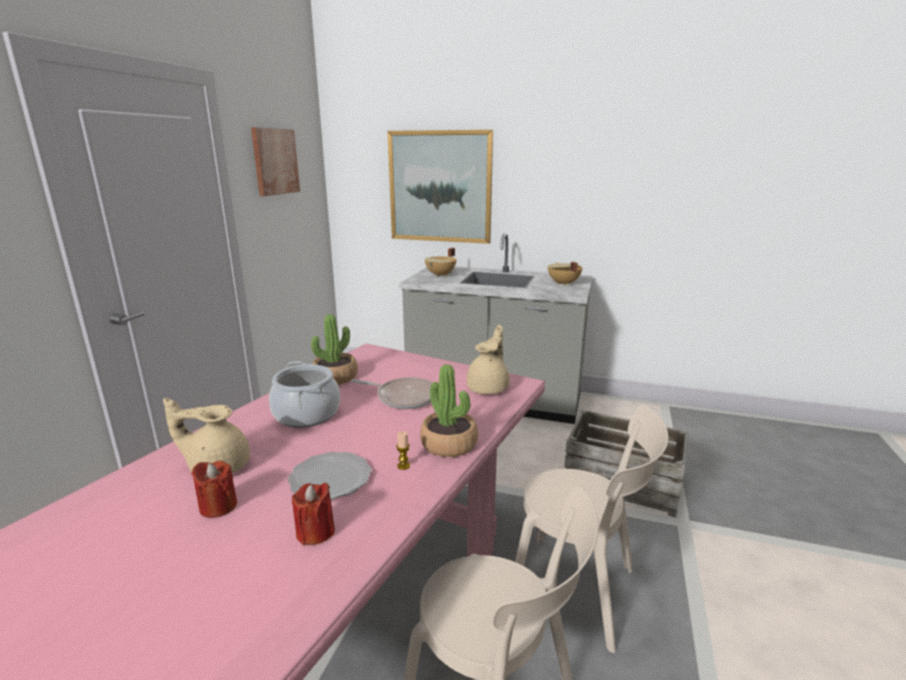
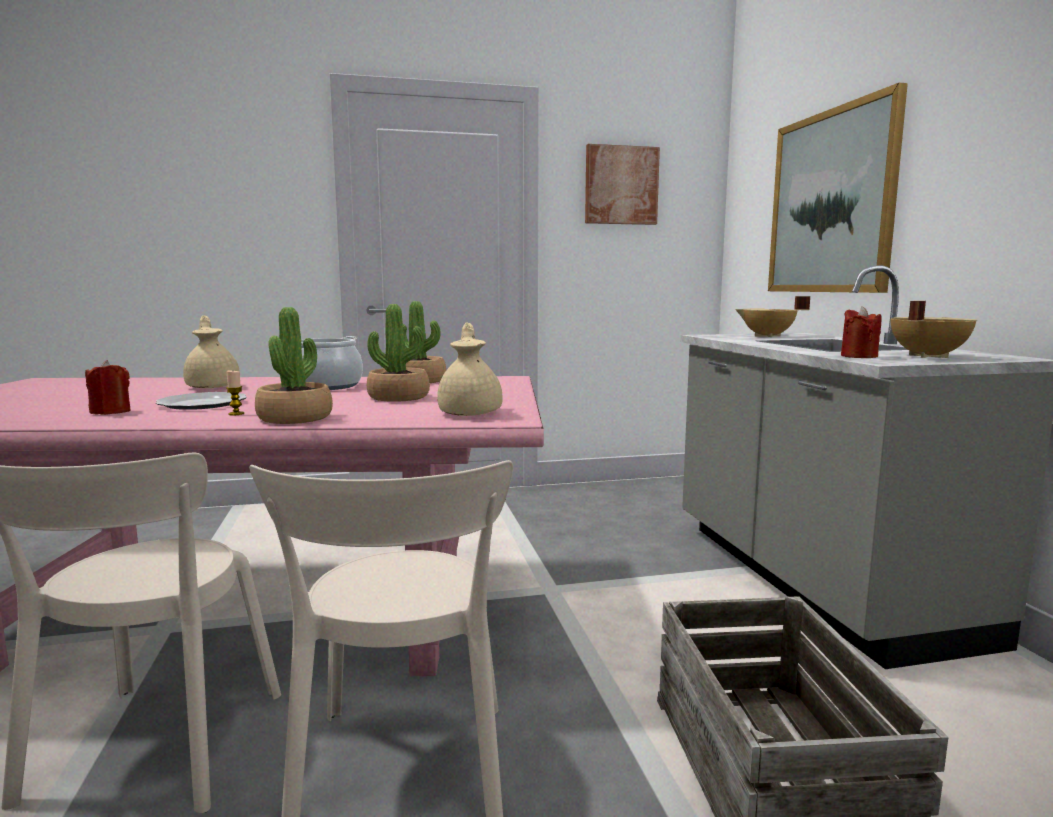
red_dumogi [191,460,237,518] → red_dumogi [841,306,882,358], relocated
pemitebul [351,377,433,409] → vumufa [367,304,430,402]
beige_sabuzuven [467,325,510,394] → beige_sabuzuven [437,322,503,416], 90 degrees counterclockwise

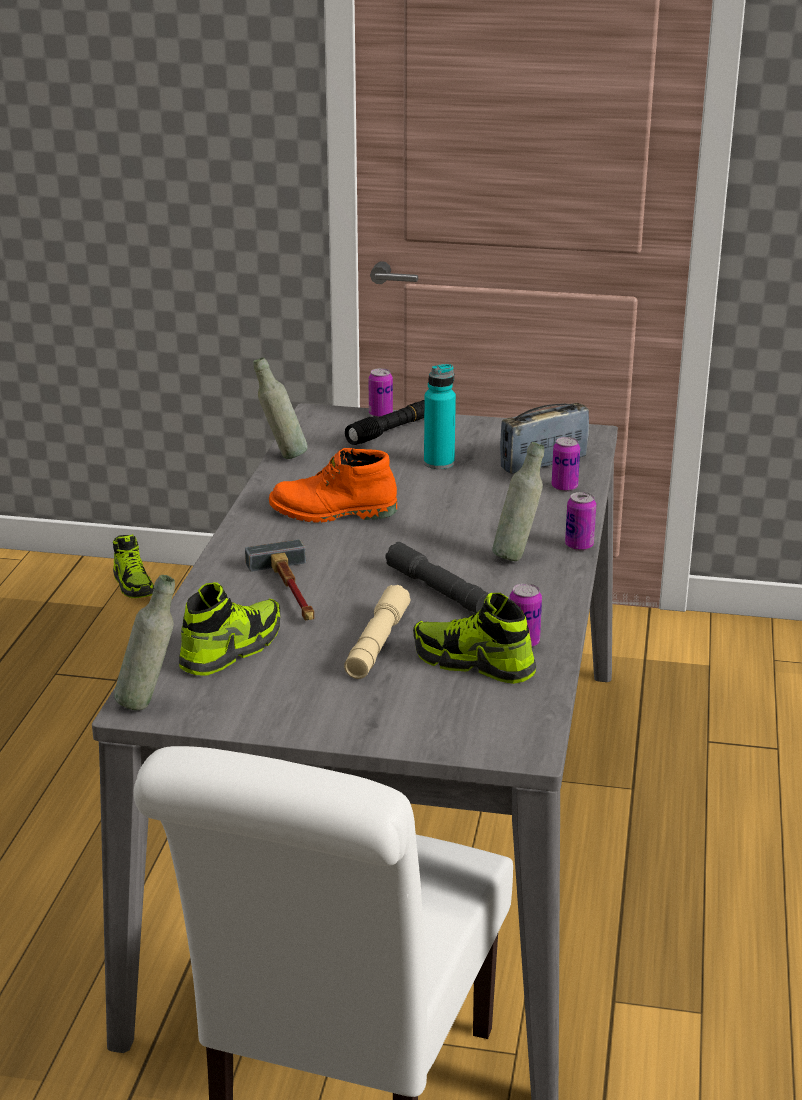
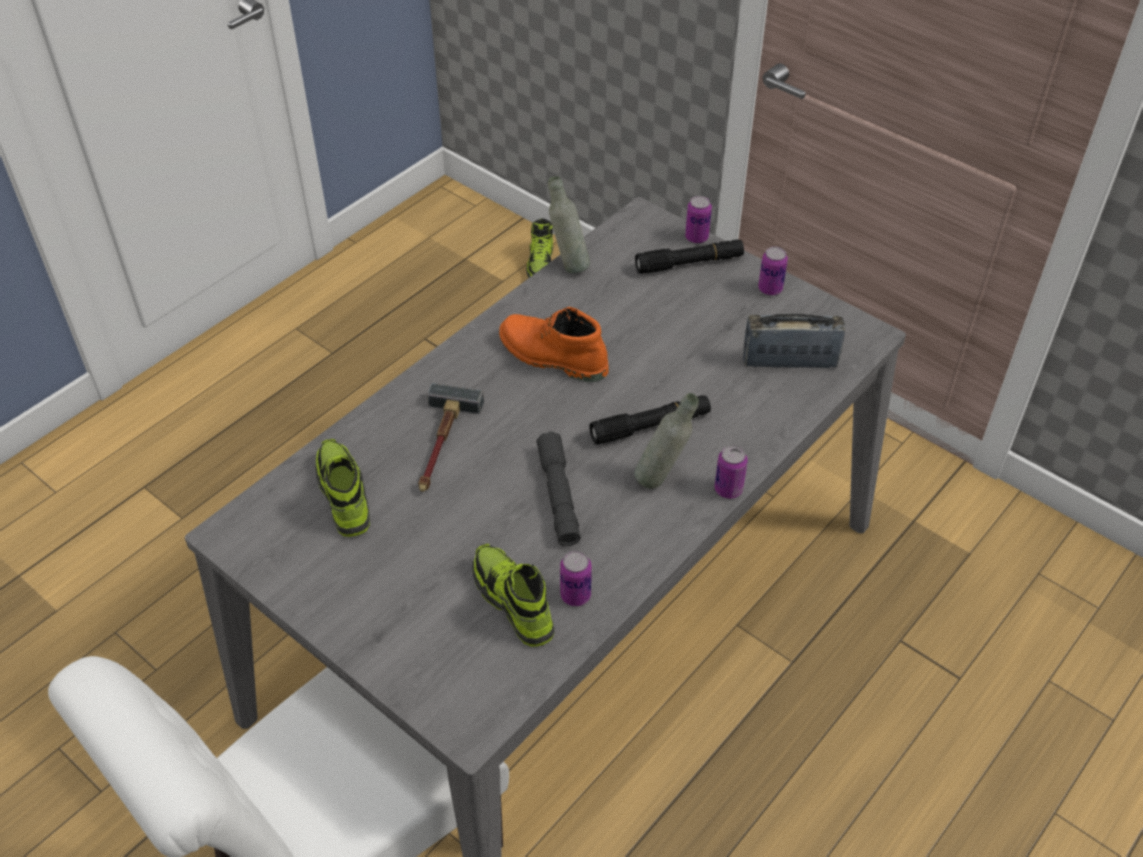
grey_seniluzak [114,575,175,710] → -
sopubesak [179,582,281,676] → sopubesak [316,439,370,537], 90 degrees counterclockwise
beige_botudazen [344,585,411,679] → -
turquoise_seniluzak [424,364,456,469] → -
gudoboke [552,437,580,492] → gudoboke [758,246,788,295], relocated
- → black_botudazen [589,395,711,445]

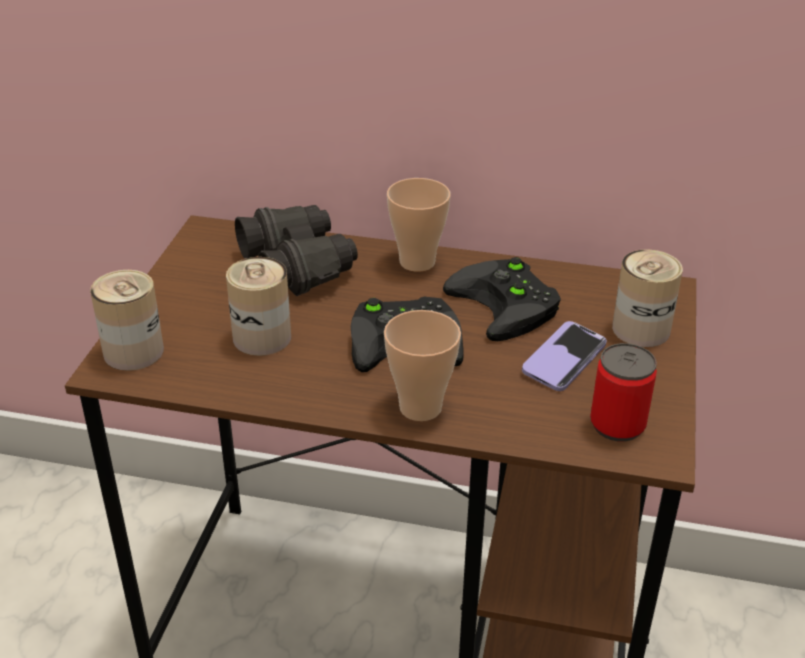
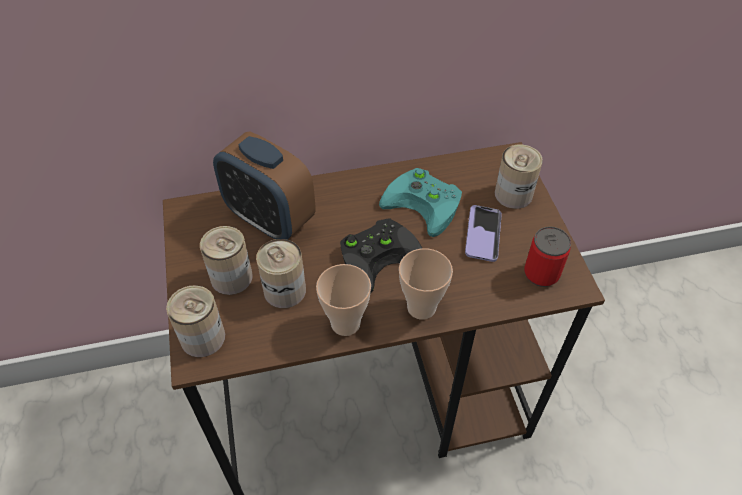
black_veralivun [235,205,358,296] → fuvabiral [213,132,316,240]
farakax [387,178,451,272] → farakax [316,264,371,336], relocated
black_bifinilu [443,257,561,341] → turquoise_bifinilu [379,168,462,237]
- → gudoboke [200,226,253,295]

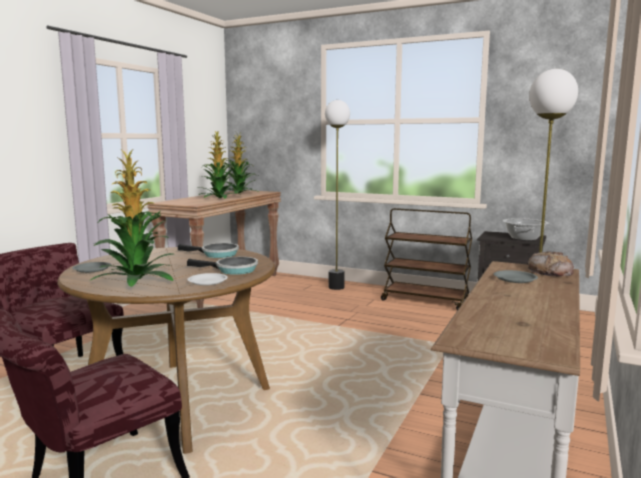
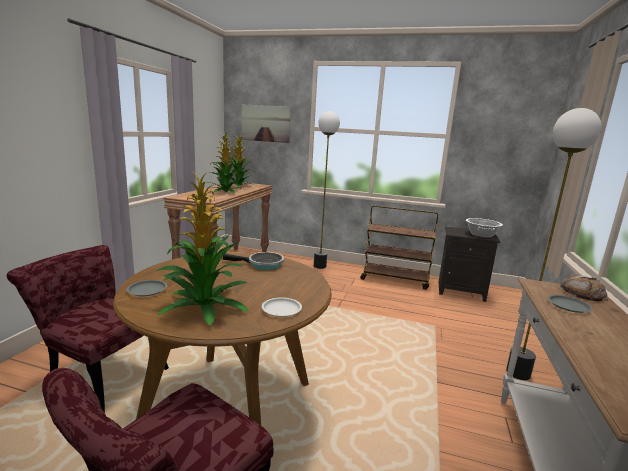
pemitebul [187,257,258,275] → -
- → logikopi [242,105,291,143]

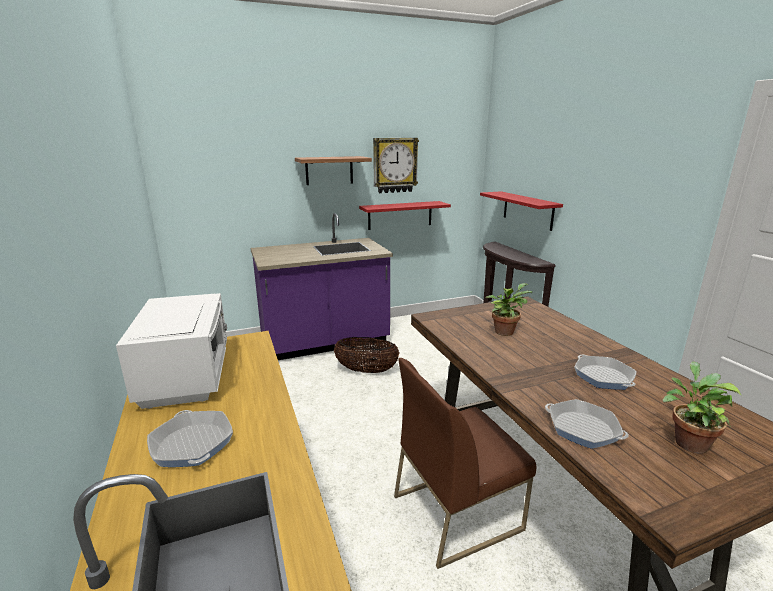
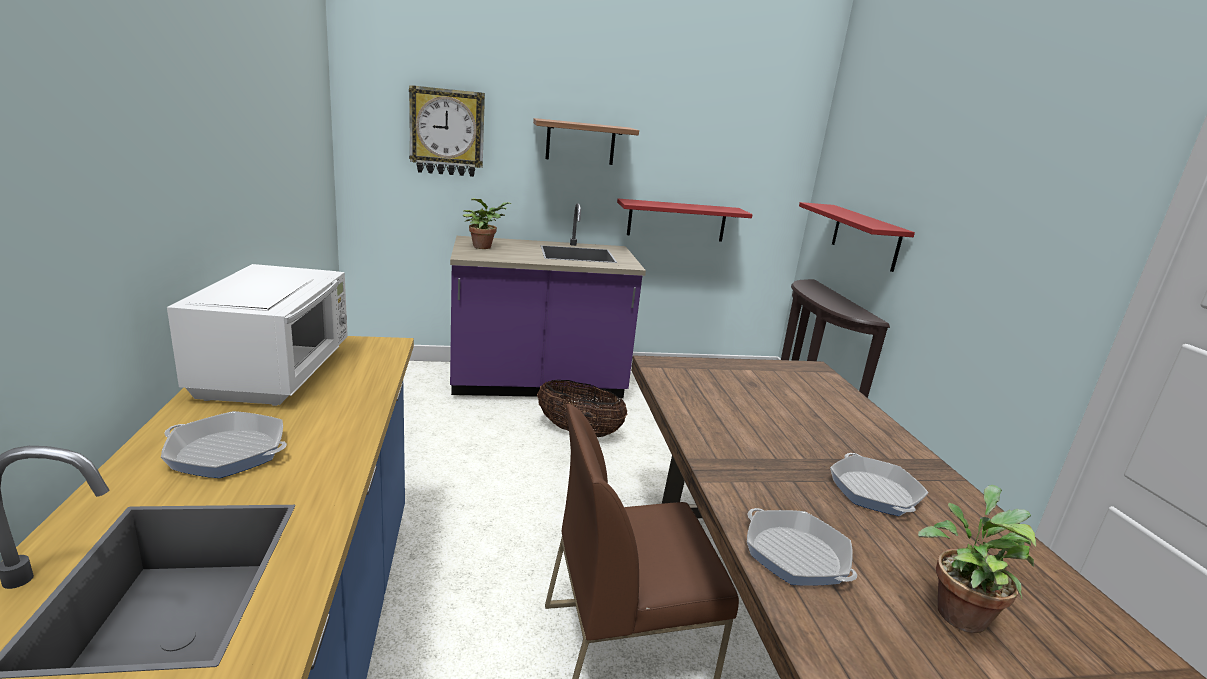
pemitebul [147,410,233,467] → pemitebul [161,411,287,478], 60 degrees counterclockwise
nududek [373,138,419,193] → nududek [409,85,485,177], relocated
vumufa [486,283,532,336] → vumufa [463,198,511,249], relocated

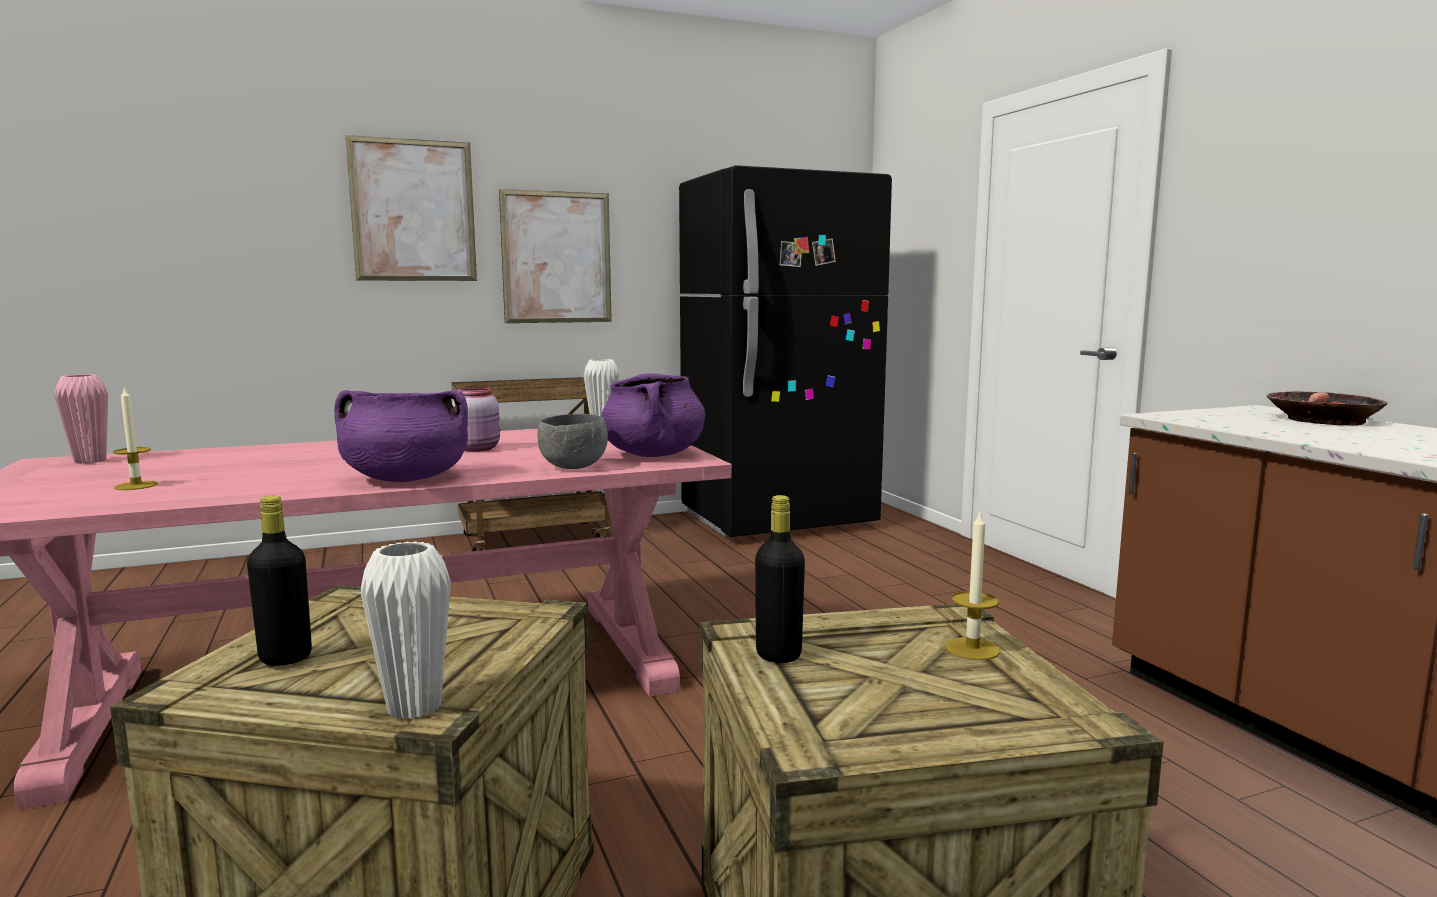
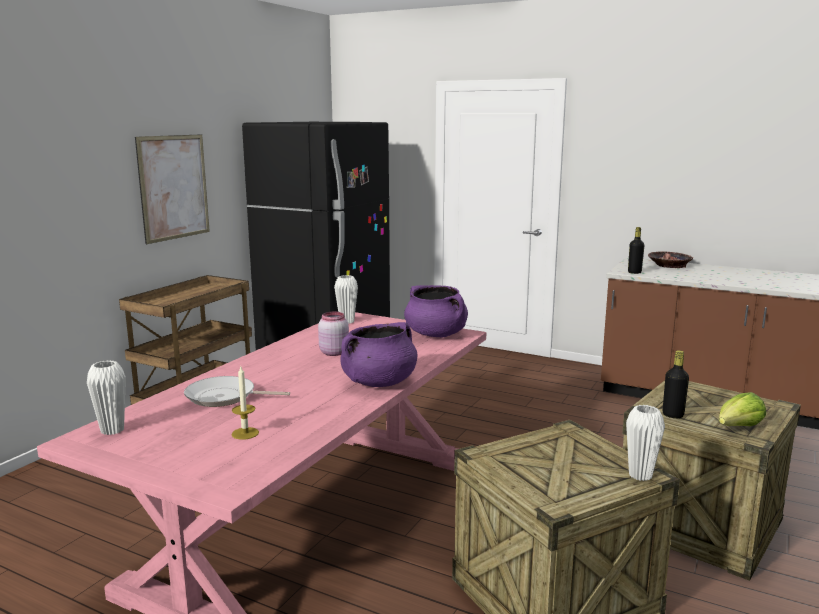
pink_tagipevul [55,374,108,464] → white_tagipevul [87,360,126,435]
black_seniluzak [247,496,312,666] → black_seniluzak [628,227,645,274], relocated
logikopi [346,135,477,281] → -
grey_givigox [537,414,608,469] → -
dumogi [945,512,1000,660] → -
- → pemitebul [184,376,290,407]
- → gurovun [719,392,766,426]

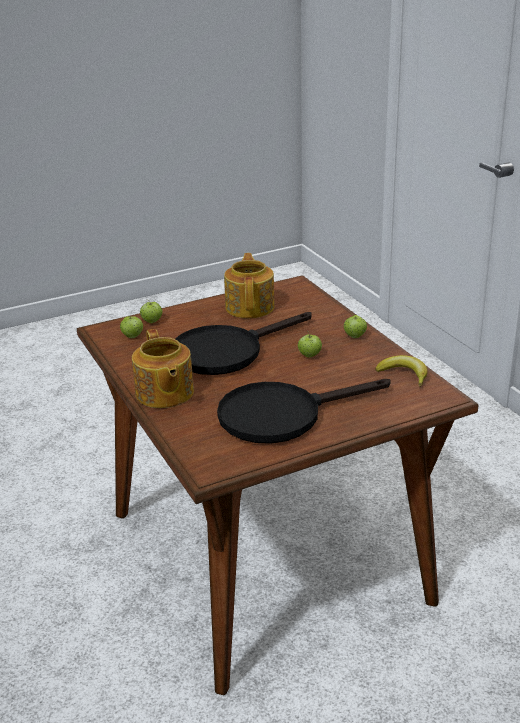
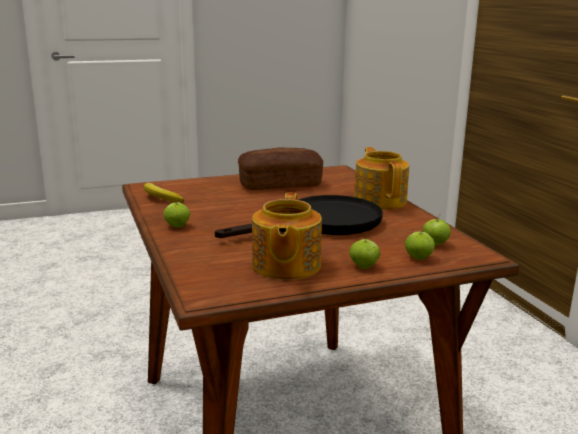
black_pemitebul [217,379,391,444] → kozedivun [238,148,323,190]
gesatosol [298,332,322,358] → gesatosol [349,238,380,269], relocated

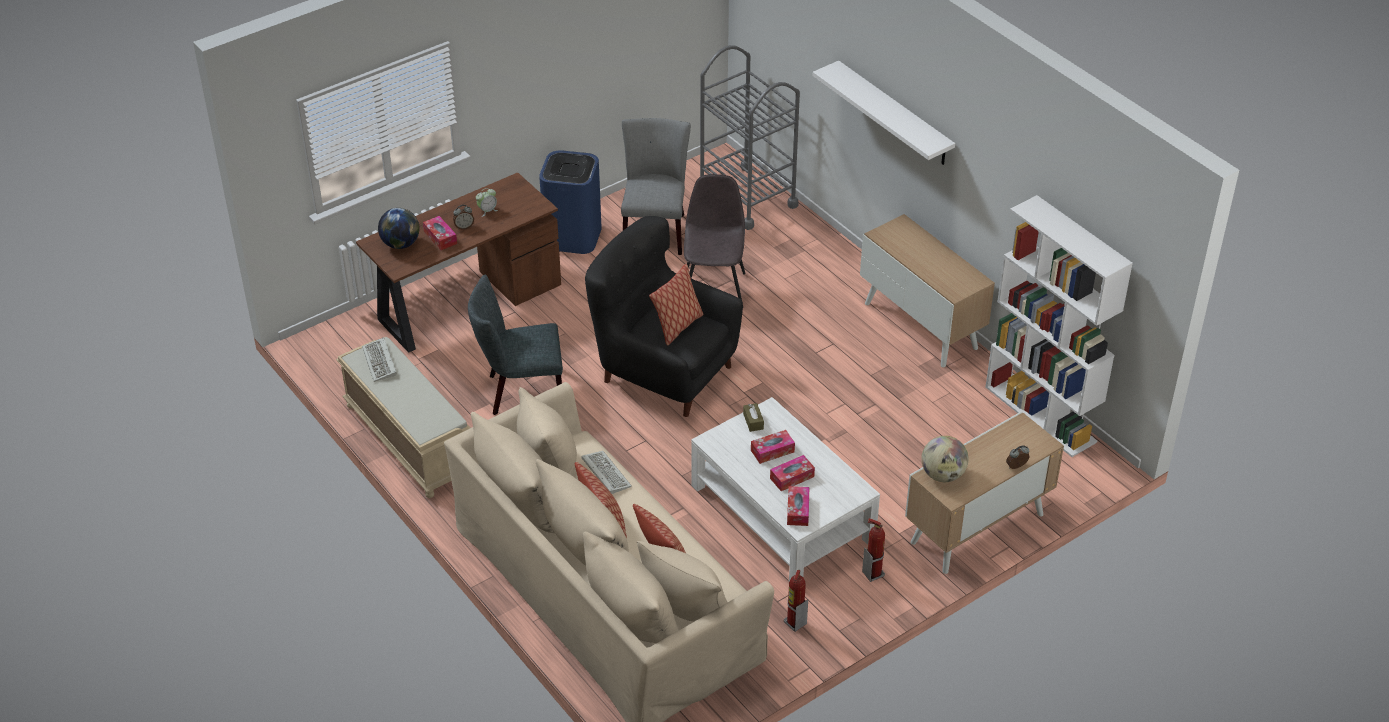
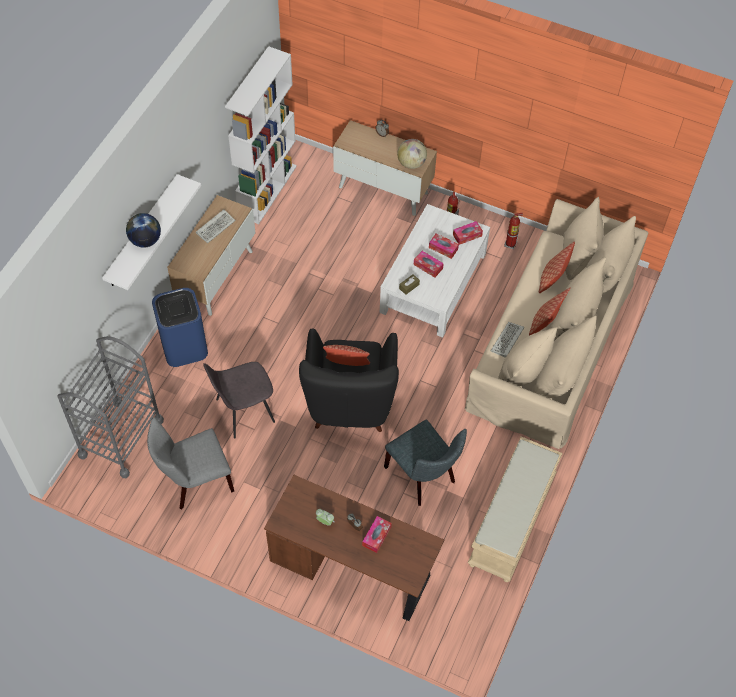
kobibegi [362,337,397,382] → kobibegi [196,209,236,243], relocated
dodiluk [378,208,420,249] → dodiluk [126,213,161,248], relocated
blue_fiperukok [539,150,602,254] → blue_fiperukok [152,288,208,367], relocated

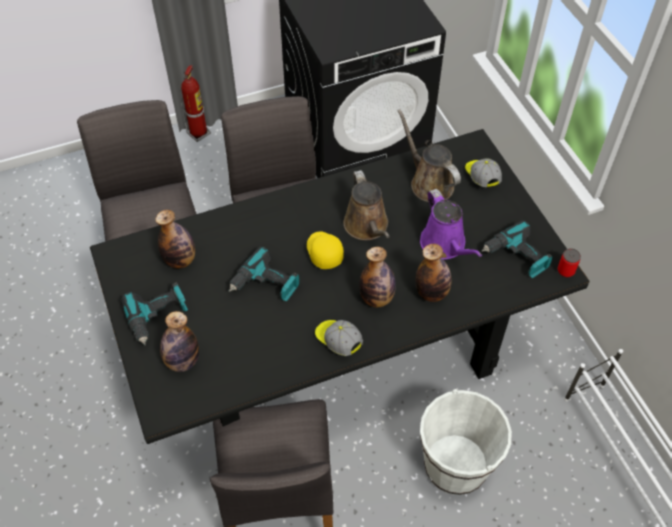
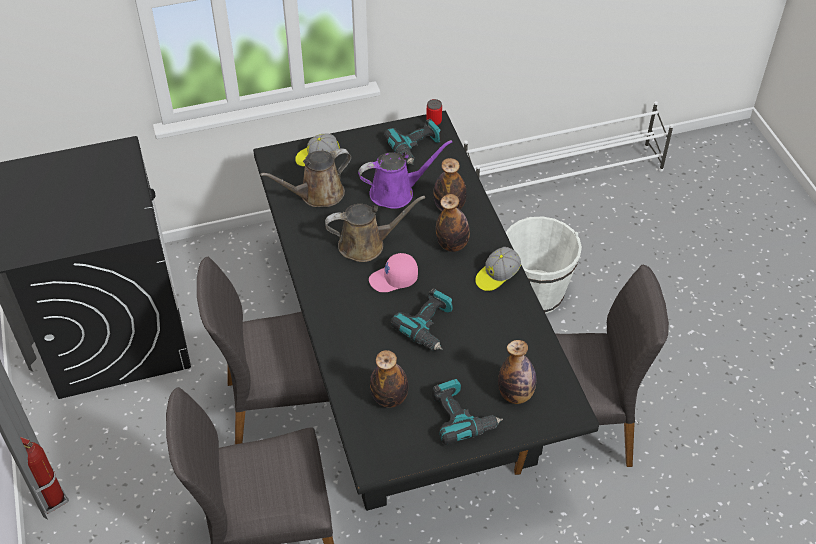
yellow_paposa [307,231,344,269] → pink_paposa [369,253,418,292]

